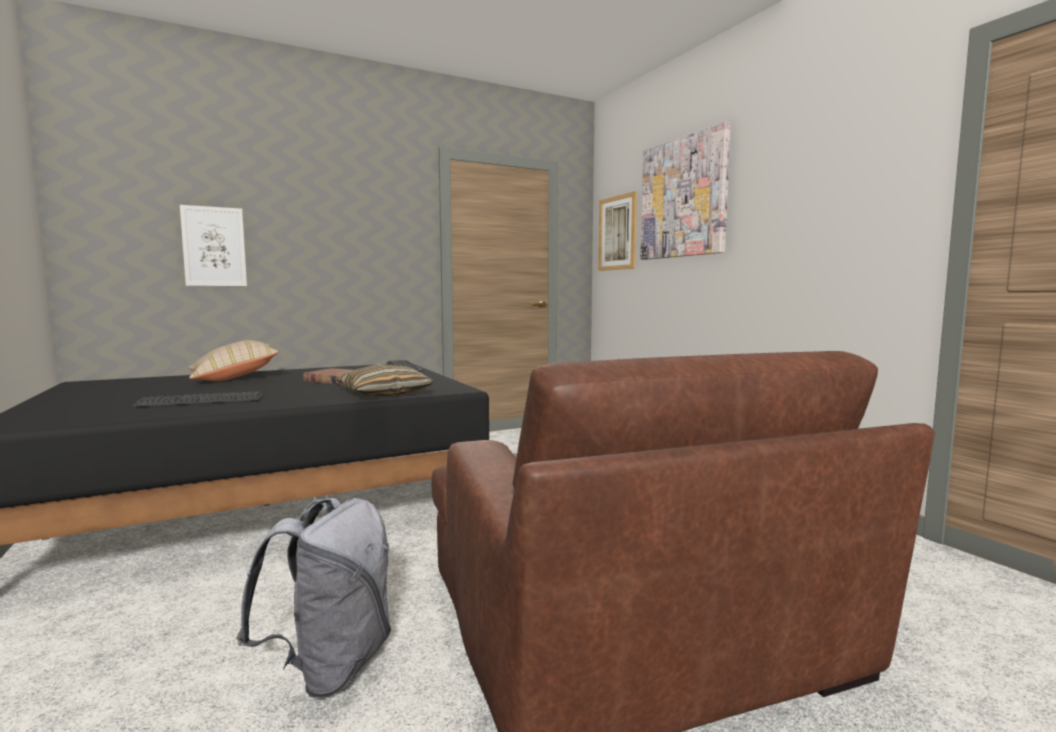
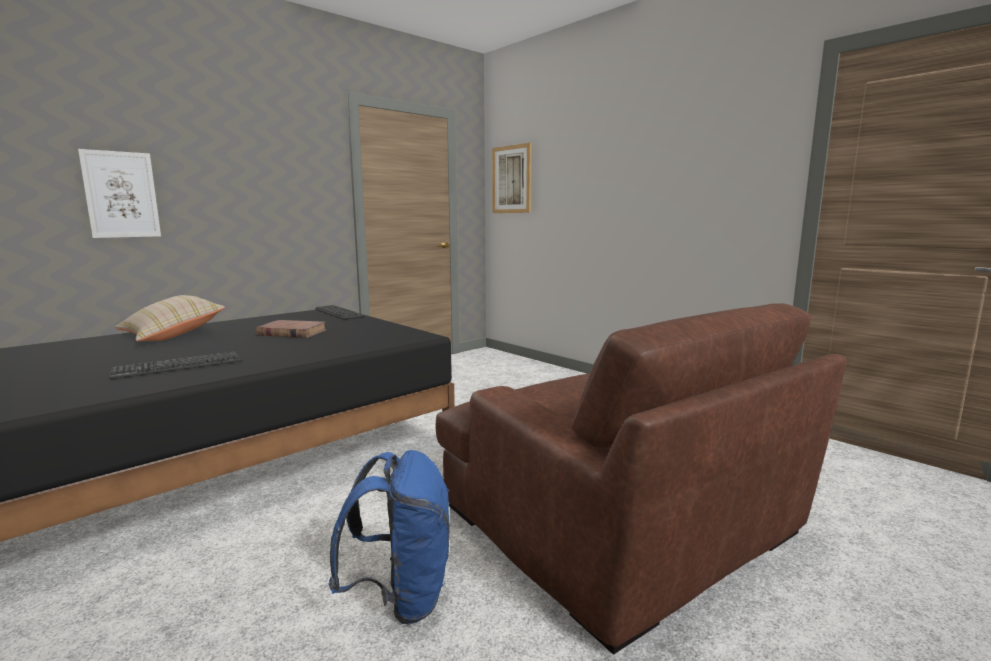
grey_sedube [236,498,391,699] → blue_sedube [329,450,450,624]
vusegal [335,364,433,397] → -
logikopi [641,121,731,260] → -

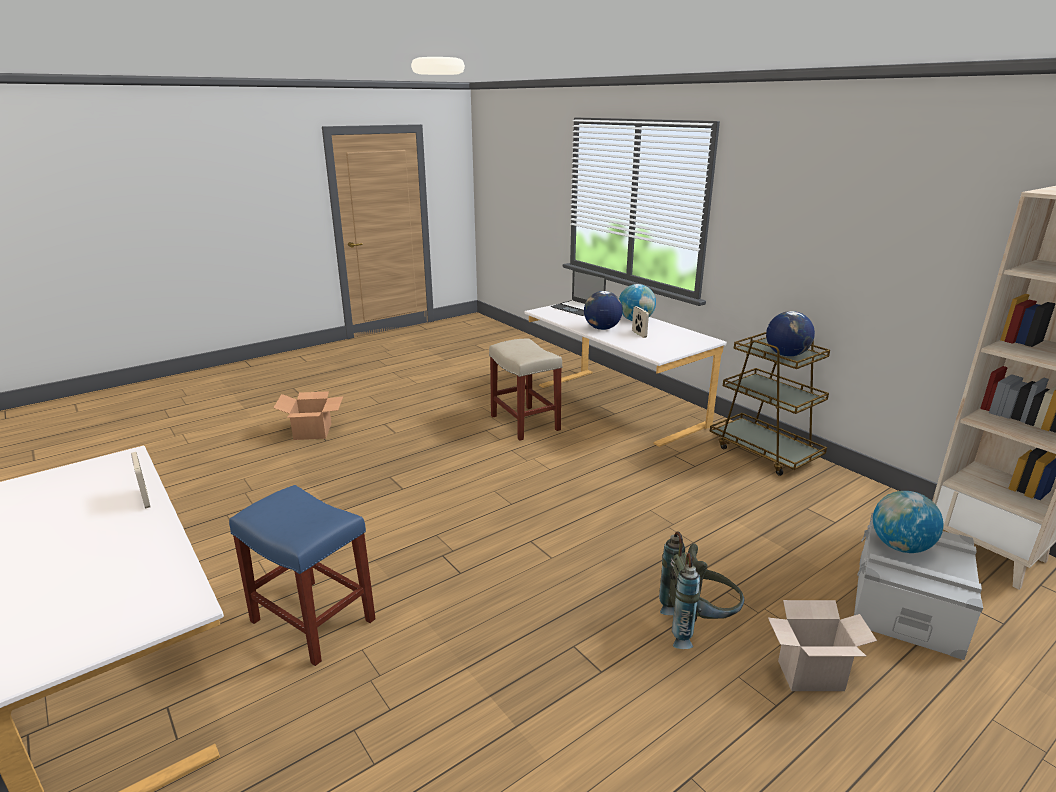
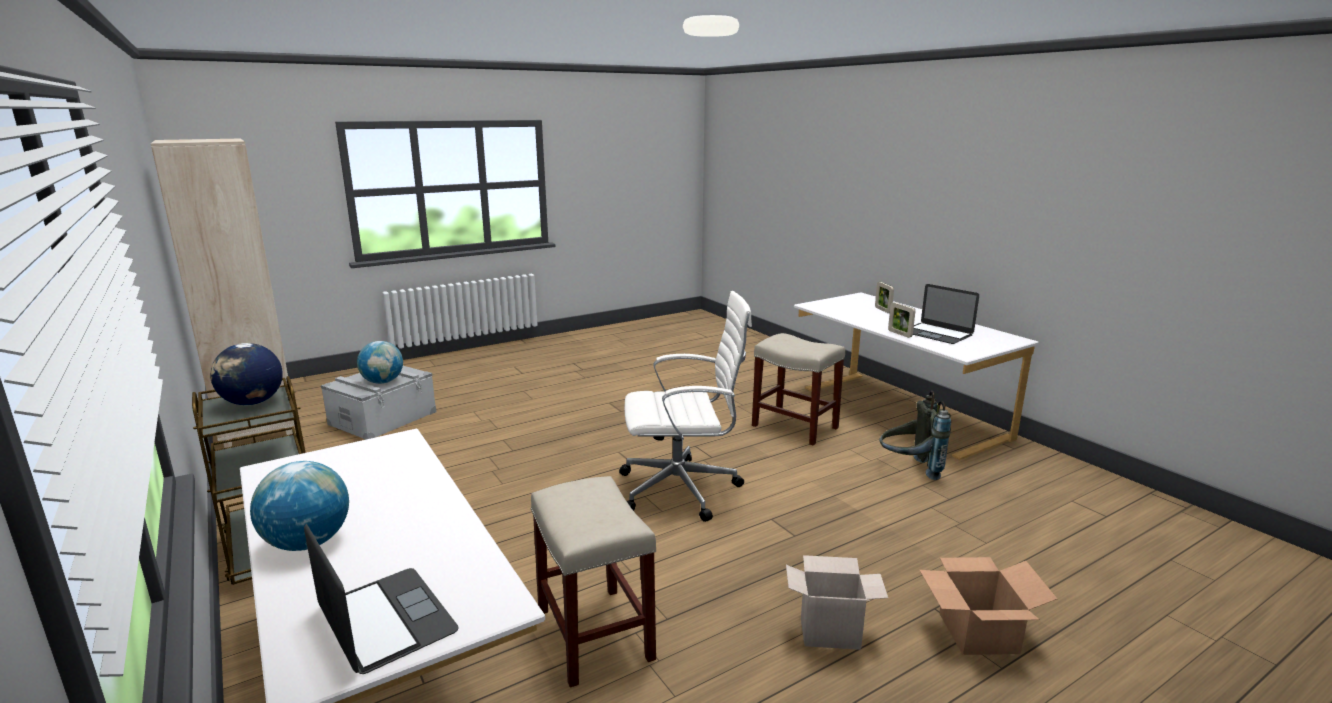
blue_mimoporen [229,485,376,666] → beige_mimoporen [752,333,845,445]
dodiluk [584,291,623,330] → -
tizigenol [632,306,649,338] → tizigenol [875,282,894,313], relocated
grey_sedube [659,531,744,649] → grey_sedube [879,391,951,480], relocated
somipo [768,600,877,691] → somipo [786,555,888,650], relocated
- → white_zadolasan [619,291,752,522]
- → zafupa [913,284,979,344]

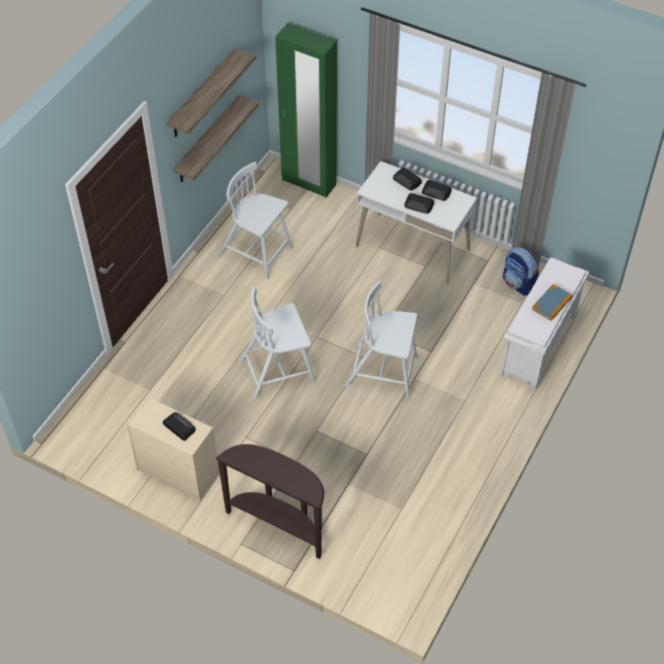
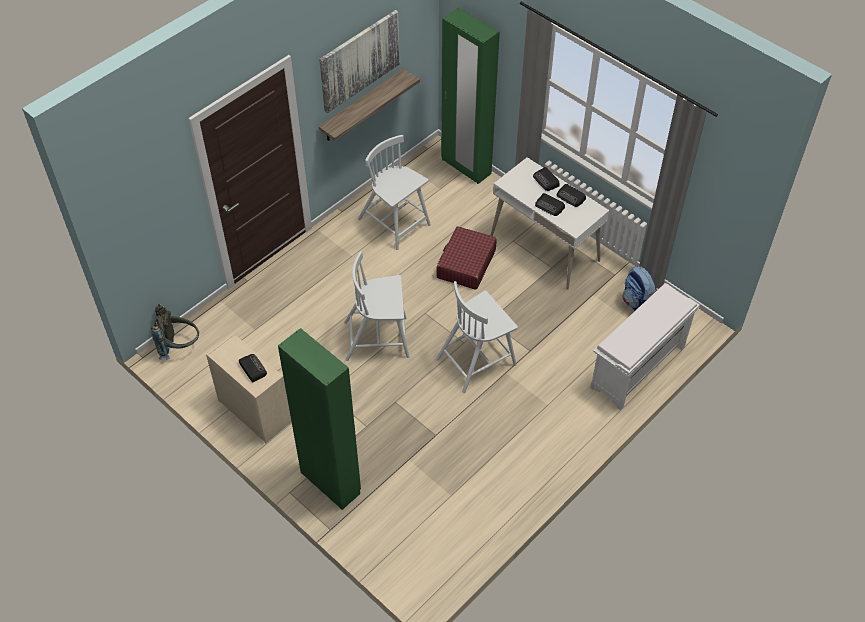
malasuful [167,48,256,137] → logikopi [319,10,400,113]
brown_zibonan [216,444,324,559] → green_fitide [278,328,361,510]
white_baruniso [345,281,418,398] → white_baruniso [436,281,518,393], 60 degrees counterclockwise
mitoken [532,284,573,321] → -
- → grey_sedube [151,304,199,360]
- → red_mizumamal [436,226,497,290]

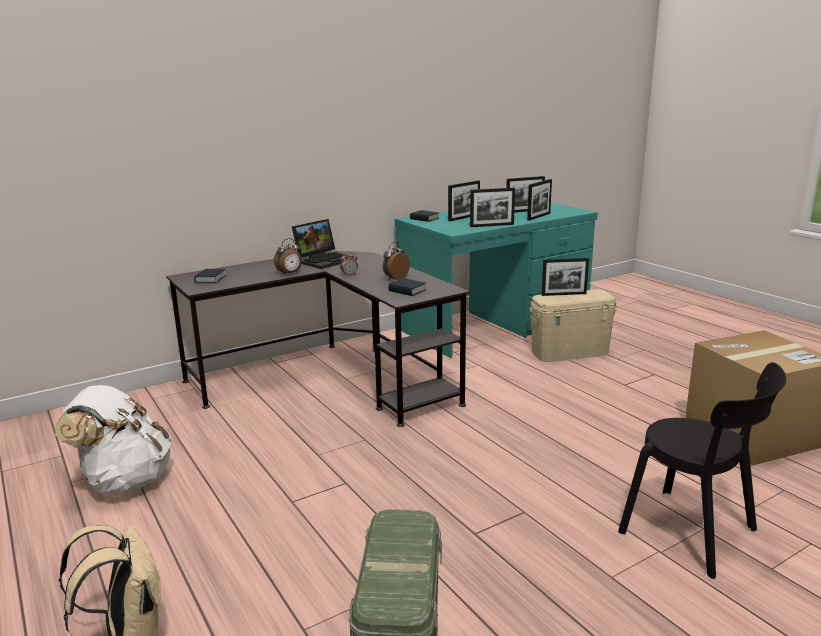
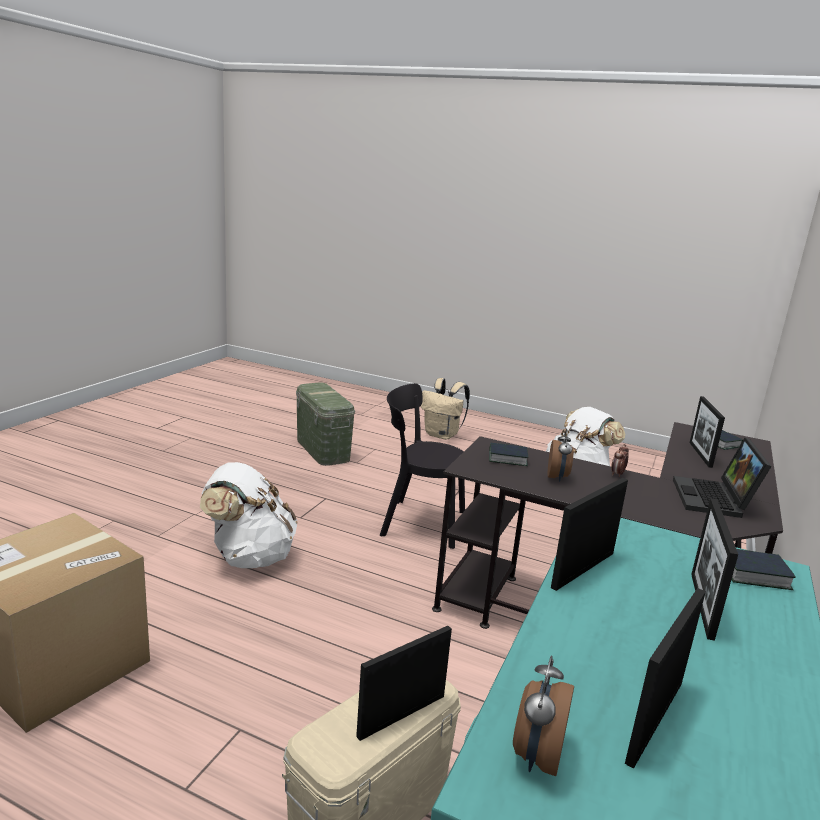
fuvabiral [274,238,302,275] → fuvabiral [513,656,574,776], relocated
tizigenol [527,179,552,221] → tizigenol [690,396,725,468], relocated
black_baruniso [618,362,786,579] → black_baruniso [380,383,465,549], relocated
- → white_sedube [200,462,298,568]

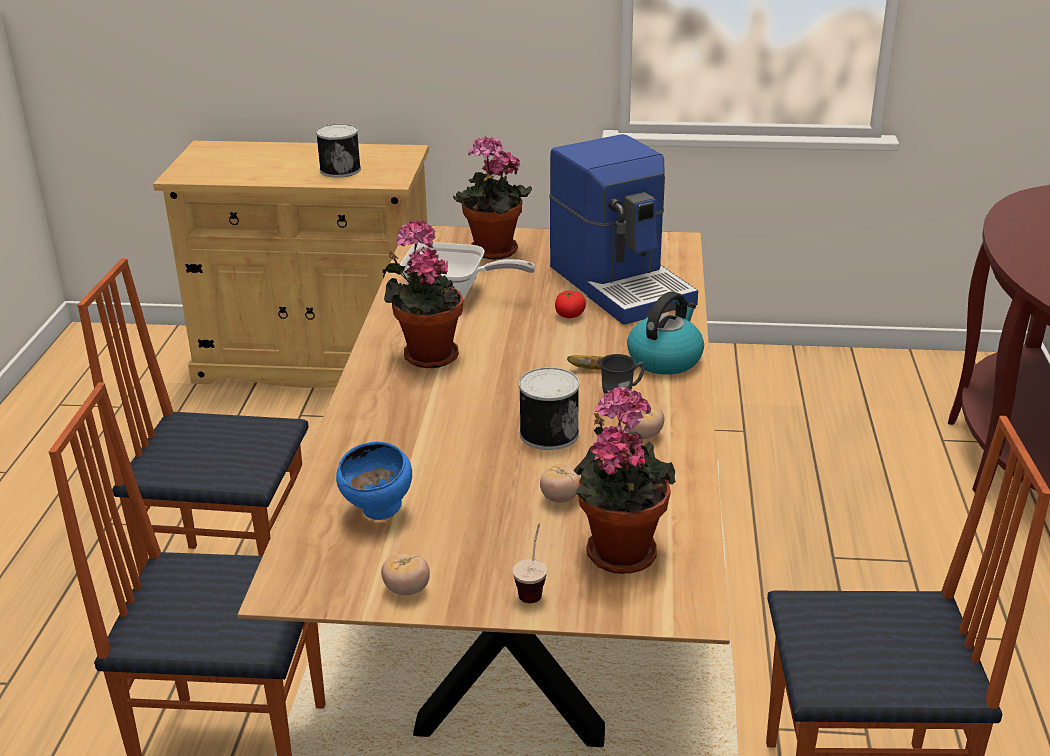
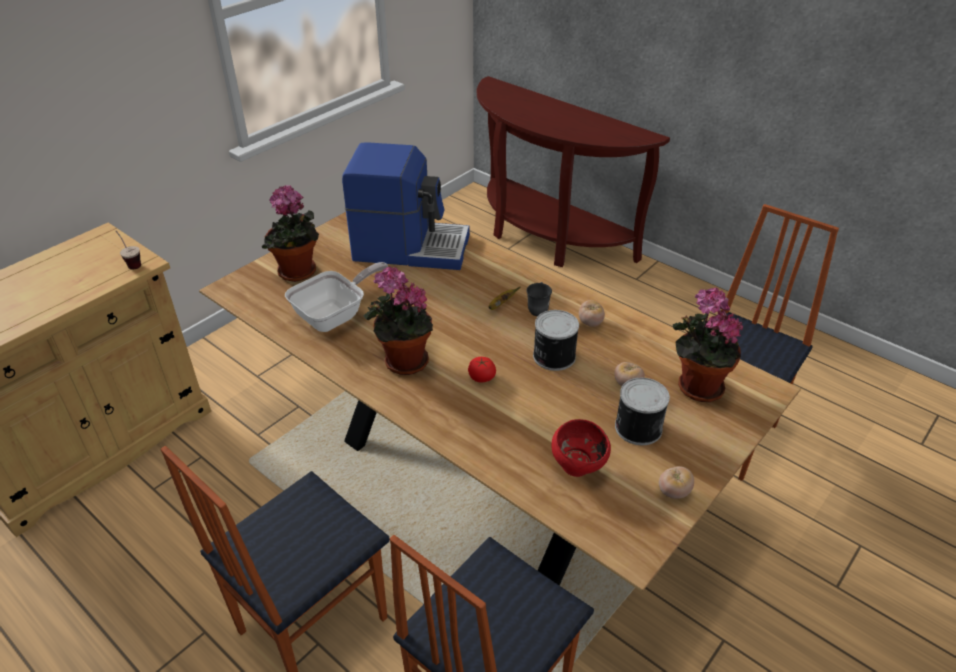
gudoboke [316,124,361,178] → gudoboke [615,378,670,445], relocated
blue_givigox [336,442,412,520] → red_givigox [551,419,611,477]
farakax [513,523,547,603] → farakax [116,231,141,270], relocated
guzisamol [555,291,586,318] → guzisamol [468,357,496,382], relocated
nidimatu [627,291,704,375] → -

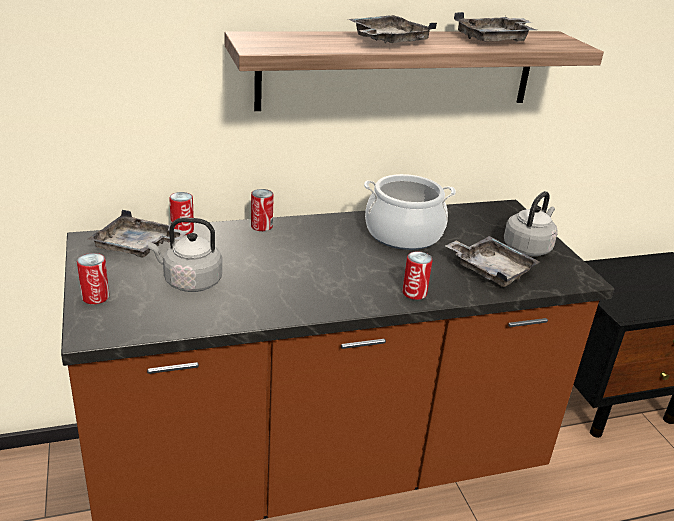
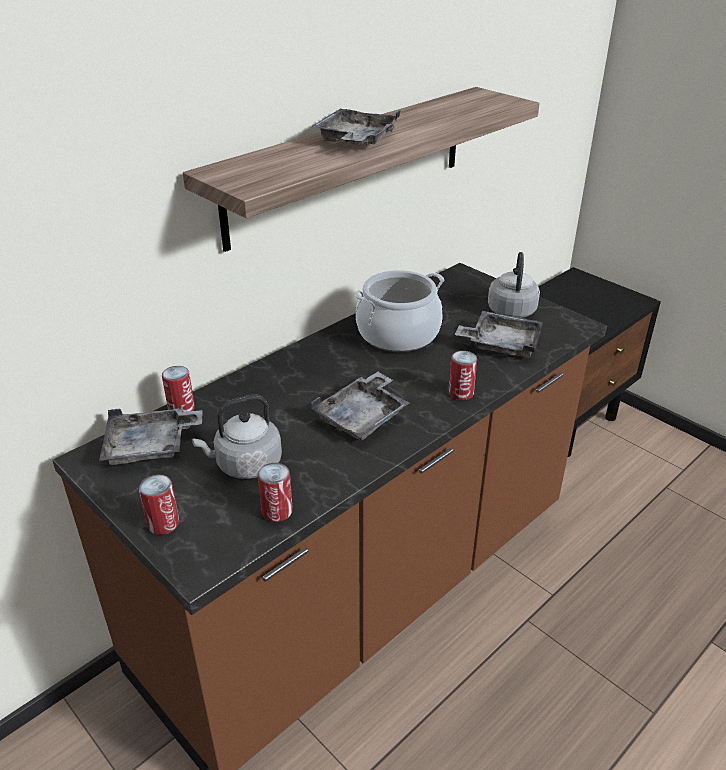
gudoboke [251,189,274,231] → gudoboke [258,463,293,522], relocated
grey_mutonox [454,12,536,42] → grey_mutonox [311,372,410,440], relocated

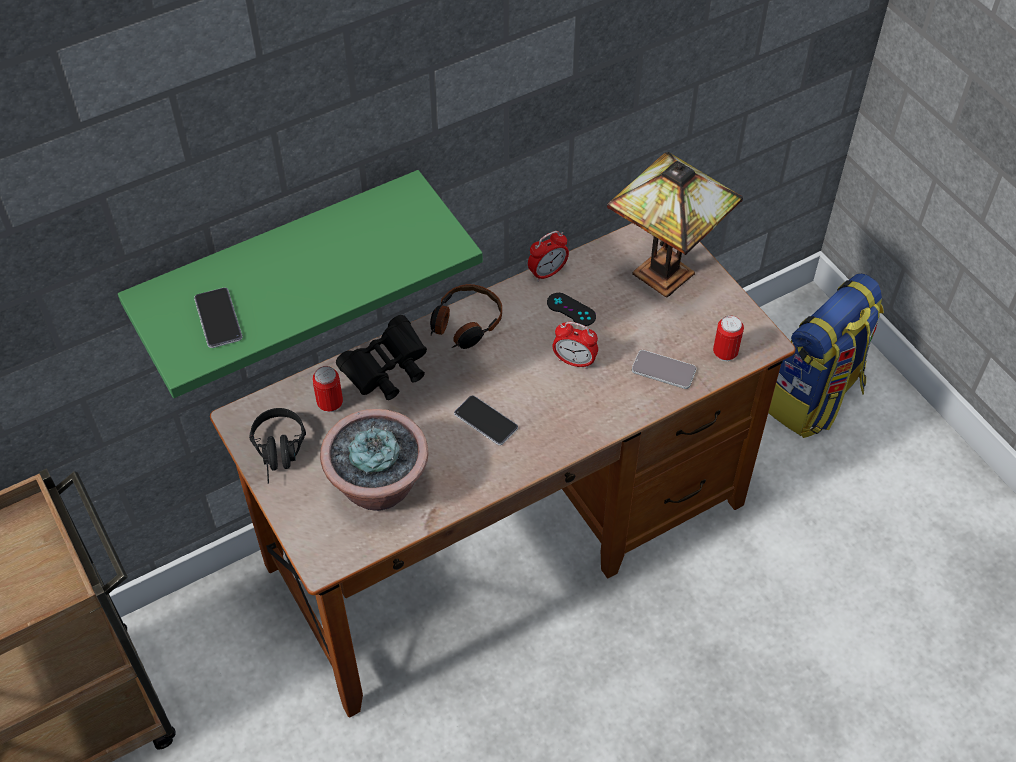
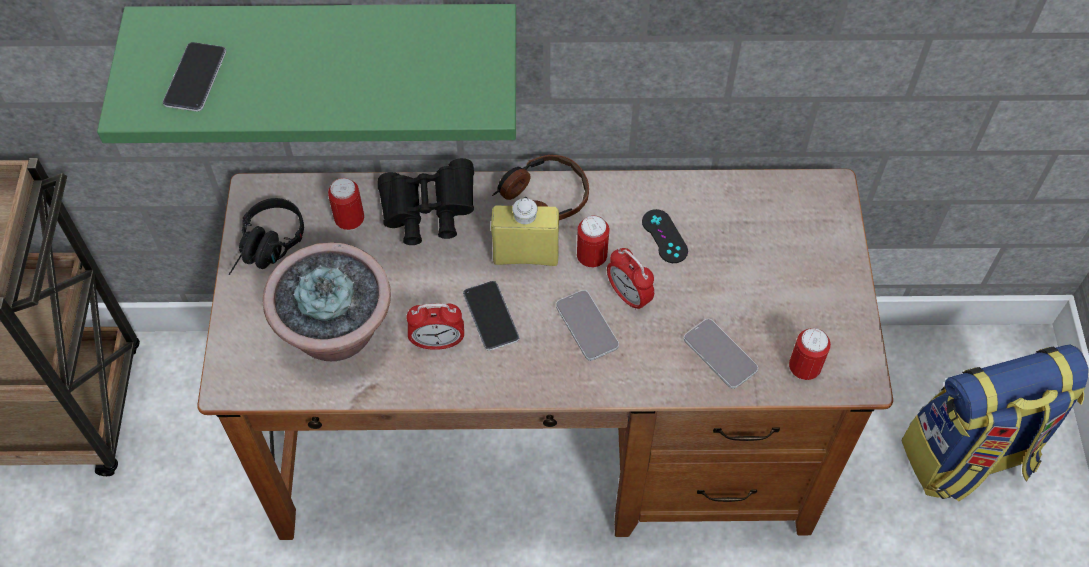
fuvabiral [528,231,569,282] → fuvabiral [406,303,464,350], relocated
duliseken [607,152,743,298] → -
- → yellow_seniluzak [491,197,559,266]
- → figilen [556,290,619,361]
- → gudoboke [577,215,609,268]

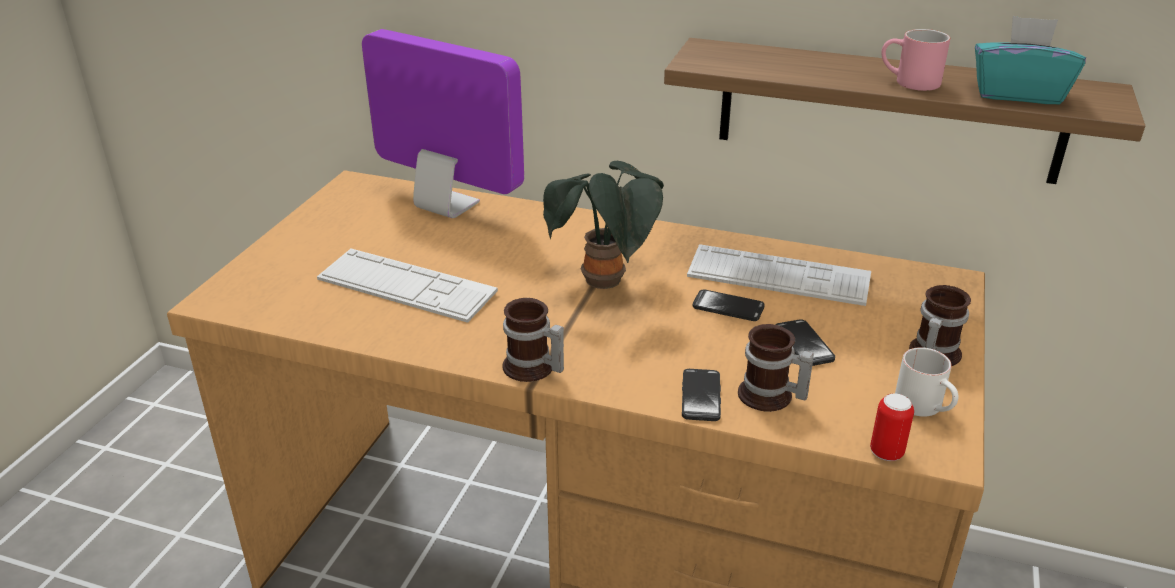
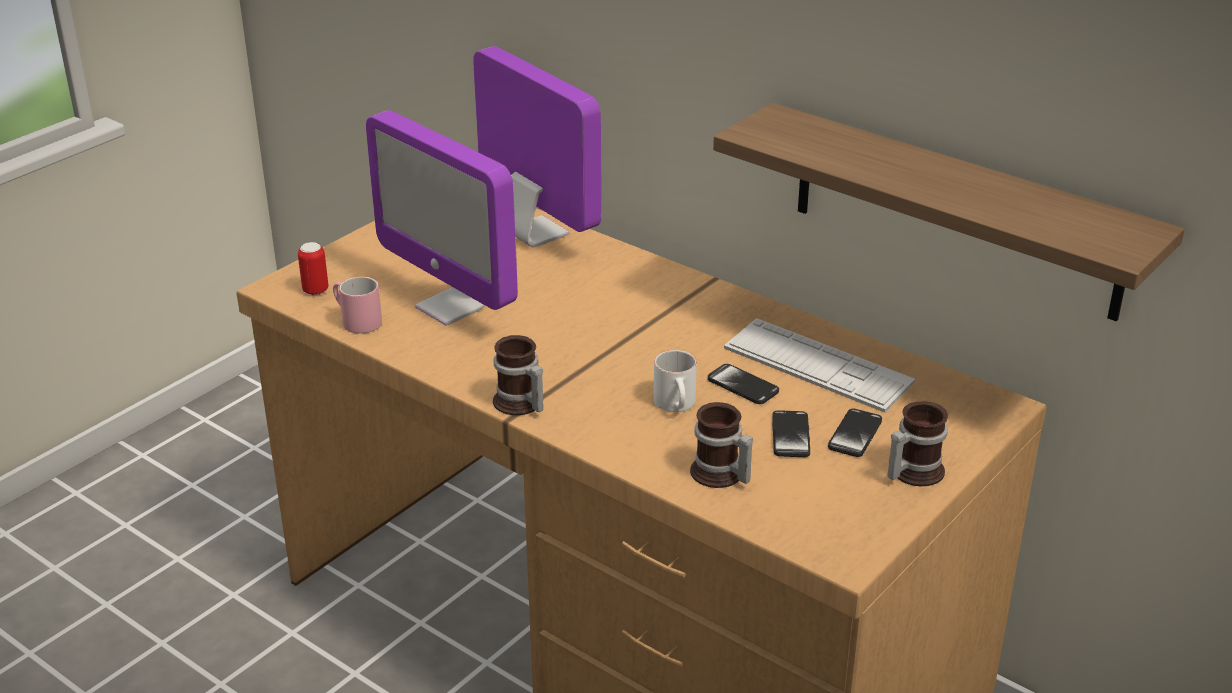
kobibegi [317,249,498,323] → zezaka [366,110,518,326]
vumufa [543,161,664,289] → -
figilen [682,369,721,421] → figilen [828,409,882,457], relocated
gudoboke [870,393,914,461] → gudoboke [298,242,329,295], relocated
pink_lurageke [881,29,950,91] → pink_lurageke [333,276,382,334], relocated
white_lurageke [895,347,959,417] → white_lurageke [654,350,697,412], relocated
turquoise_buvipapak [975,16,1086,104] → -

